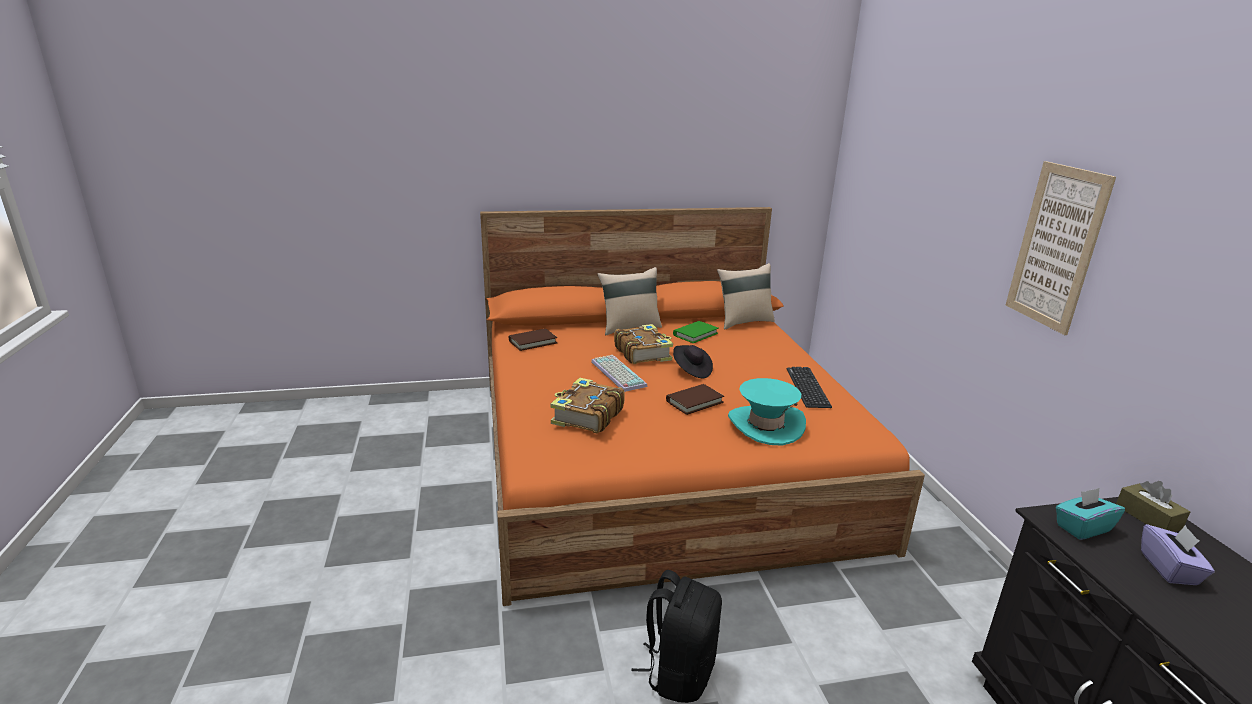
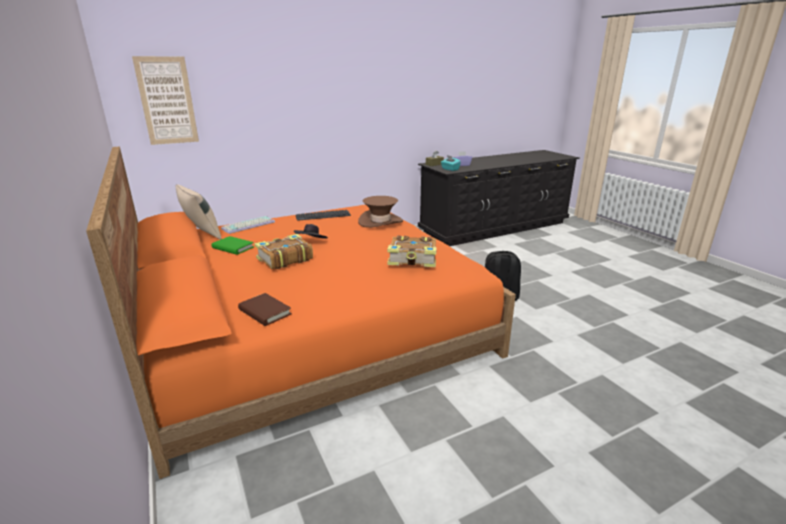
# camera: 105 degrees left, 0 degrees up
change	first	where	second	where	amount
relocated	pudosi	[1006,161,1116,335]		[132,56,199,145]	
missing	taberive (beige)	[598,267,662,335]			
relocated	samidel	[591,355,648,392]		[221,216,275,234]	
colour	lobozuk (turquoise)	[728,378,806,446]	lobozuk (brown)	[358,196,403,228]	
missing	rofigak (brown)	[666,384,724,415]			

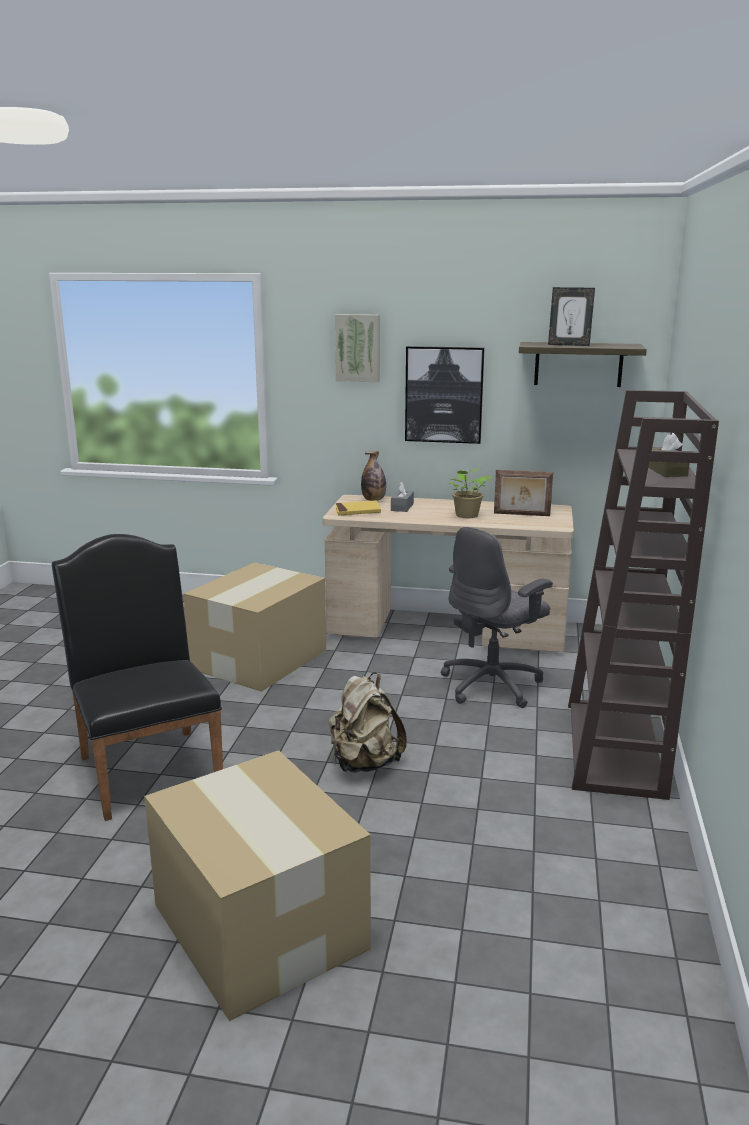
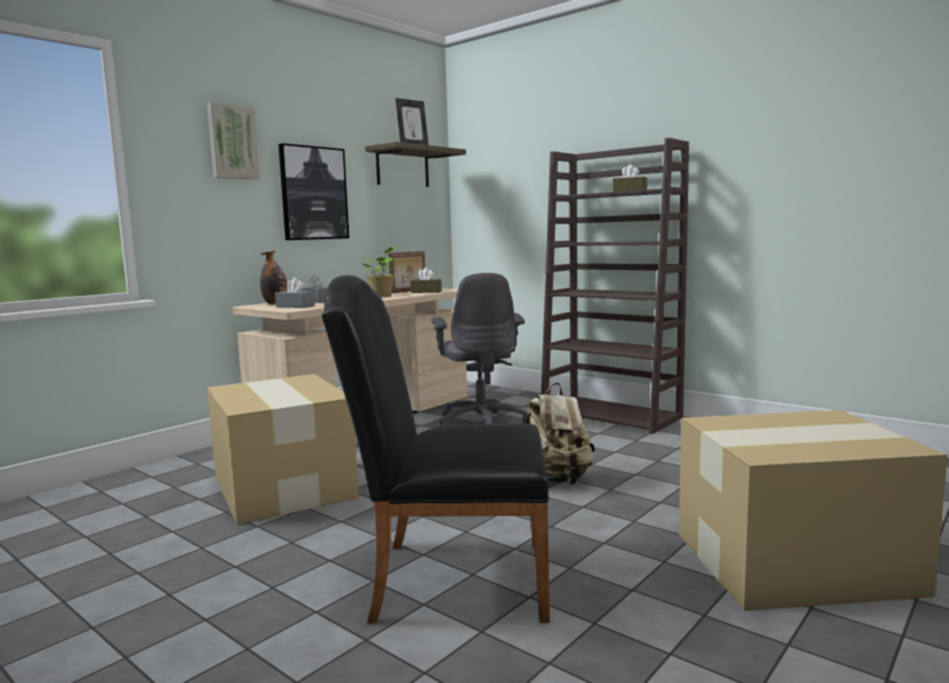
# camera: 60 degrees left, 10 degrees down
change	first	where	second	where	amount
exchanged	rofigak (yellow)	[335,501,381,516]	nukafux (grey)	[275,277,315,308]	
appeared			nukafux (brown)	[410,267,442,293]	

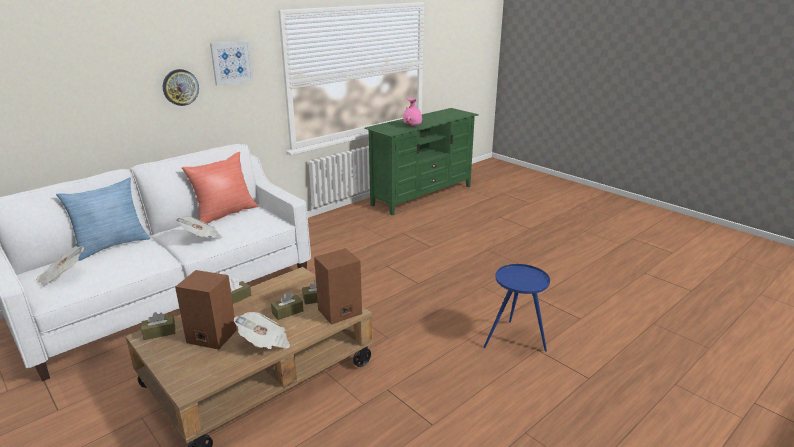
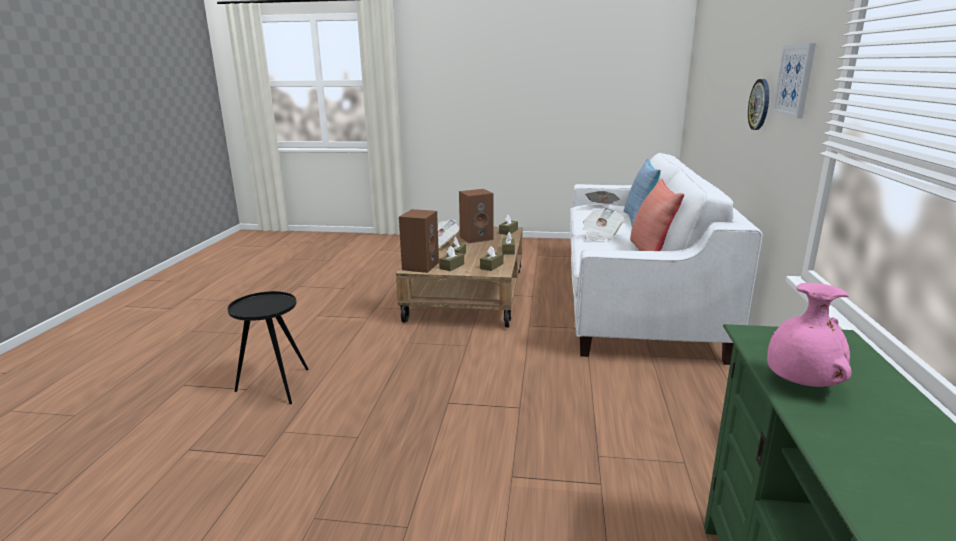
# camera: 140 degrees right, 5 degrees down
change	first	where	second	where	amount
colour	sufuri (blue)	[484,264,550,352]	sufuri (black)	[227,291,308,404]	
appeared			nukafux (brown)	[480,246,504,271]	

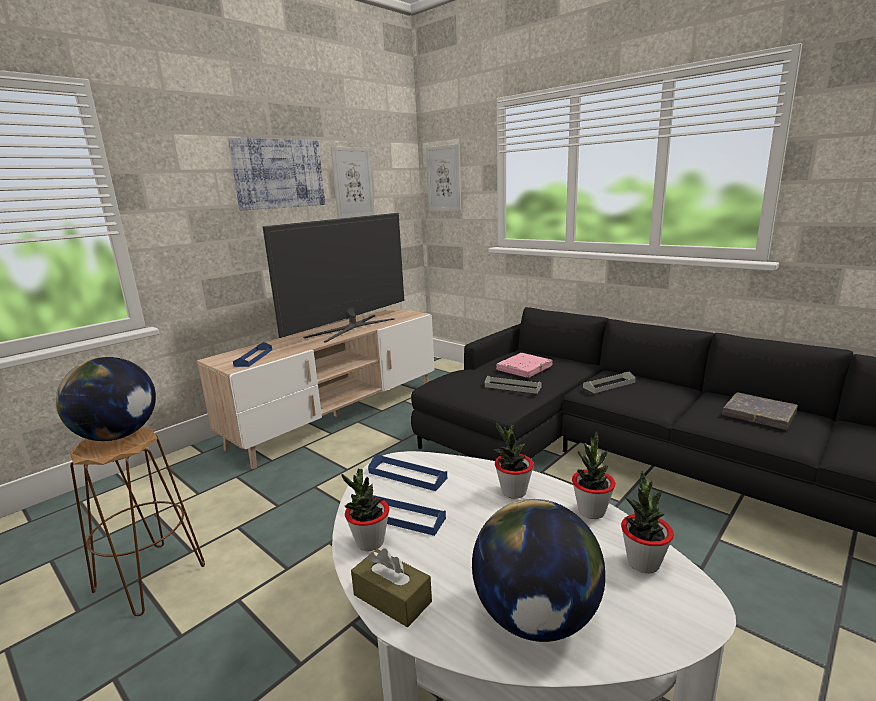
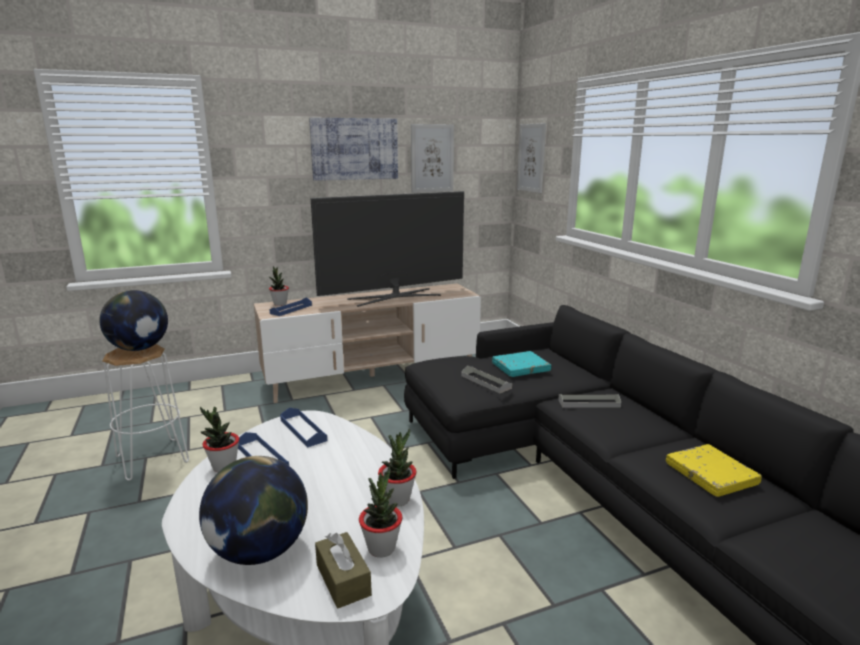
# camera: 25 degrees right, 0 degrees up
change	first	where	second	where	amount
colour	rofigak (pink)	[496,353,553,378]	rofigak (turquoise)	[492,351,551,377]	
colour	rofigak (grey)	[722,393,798,430]	rofigak (yellow)	[666,444,762,497]	
relocated	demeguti	[494,423,534,499]		[269,266,289,306]	
colour	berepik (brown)	[70,427,205,616]	berepik (white)	[103,344,189,481]	
relocated	nukafux (brown)	[351,549,432,627]		[315,532,372,609]	

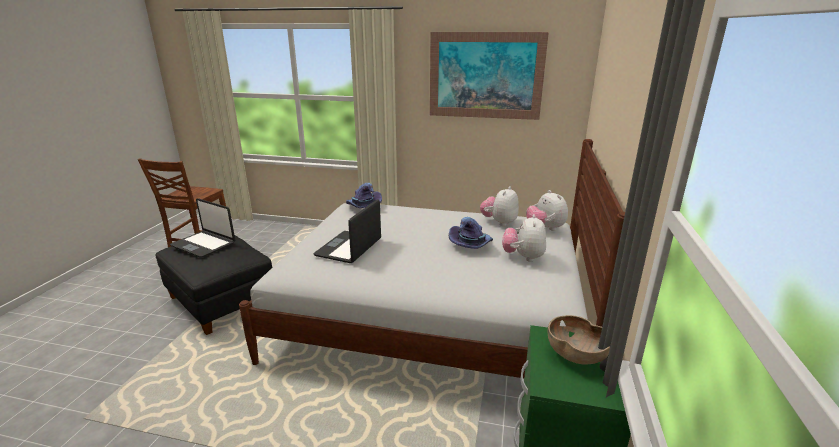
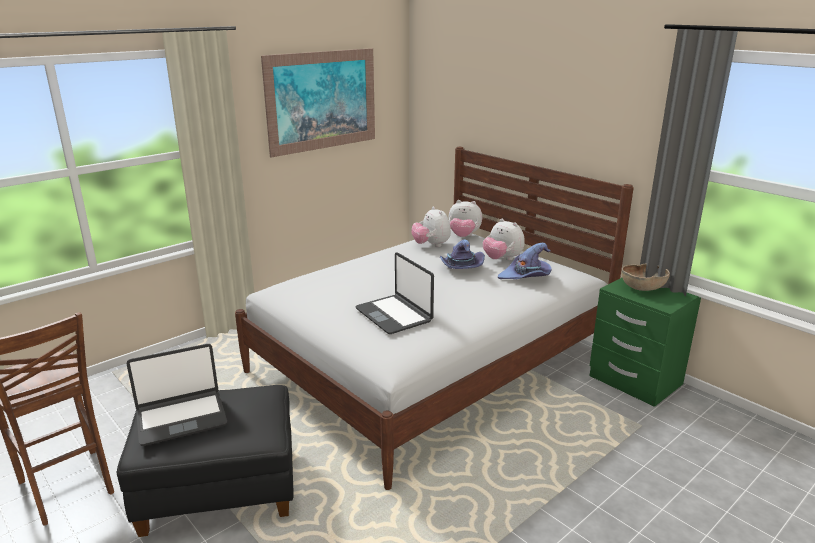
# camera: 55 degrees left, 0 degrees up
change	first	where	second	where	amount
relocated	lobozuk (purple)	[346,183,382,208]		[498,243,552,279]	

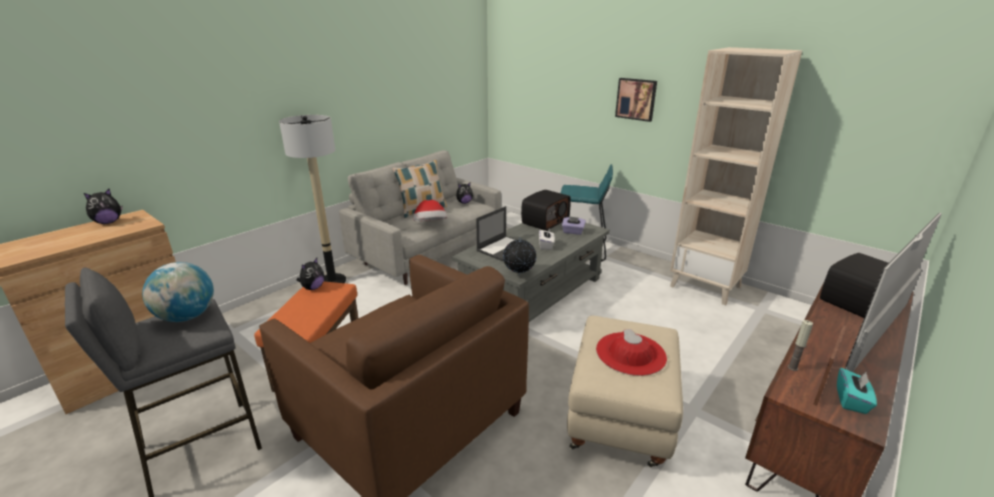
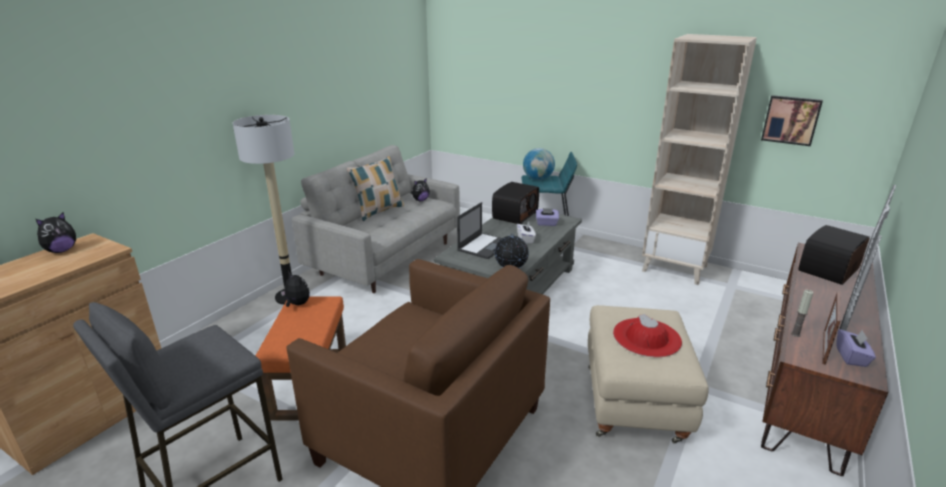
# camera: 10 degrees left, 0 degrees up
change	first	where	second	where	amount
relocated	pudosi	[615,78,657,122]		[761,95,823,146]	
missing	lobozuk	[413,200,447,221]			
spun	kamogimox	[297,258,324,290]		[281,271,310,307]	75 degrees counterclockwise
relocated	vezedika	[142,262,214,322]		[523,148,555,180]	
colour	nukafux (turquoise)	[837,368,877,414]	nukafux (purple)	[836,329,876,367]	

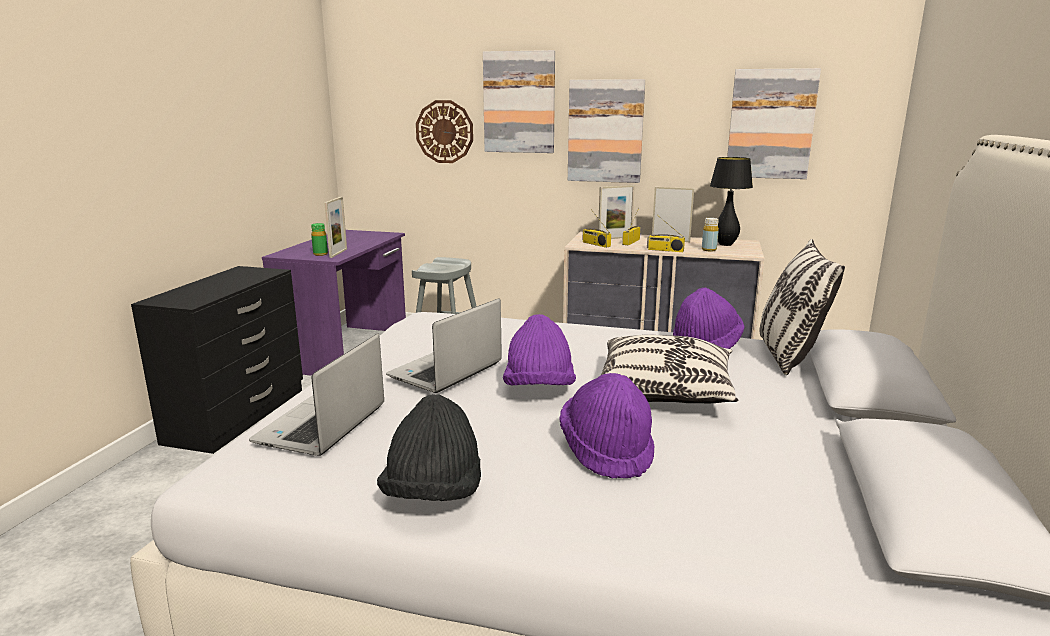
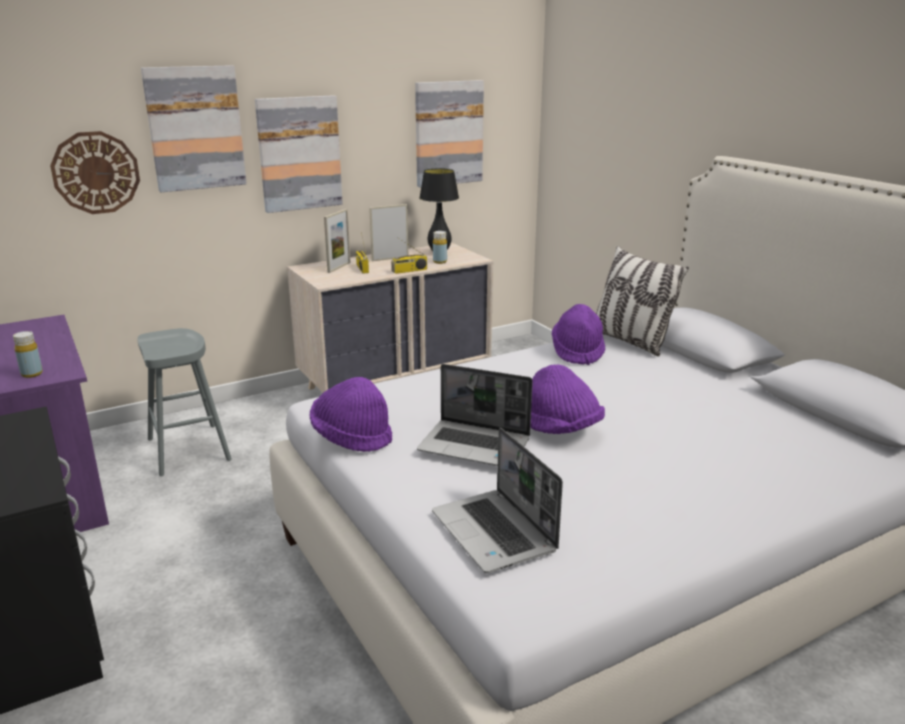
# camera: 45 degrees left, 5 degrees up
change	first	where	second	where	amount
missing	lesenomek	[324,197,347,258]			
missing	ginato	[582,209,611,248]			
colour	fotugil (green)	[311,223,328,256]	fotugil (yellow)	[13,331,43,378]	
spun	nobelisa	[386,299,502,393]		[417,364,533,466]	60 degrees counterclockwise
missing	taberive	[600,335,738,403]			
relocated	lobozuk (purple)	[559,373,655,478]		[309,377,392,452]	
missing	lobozuk (black)	[377,394,481,501]			

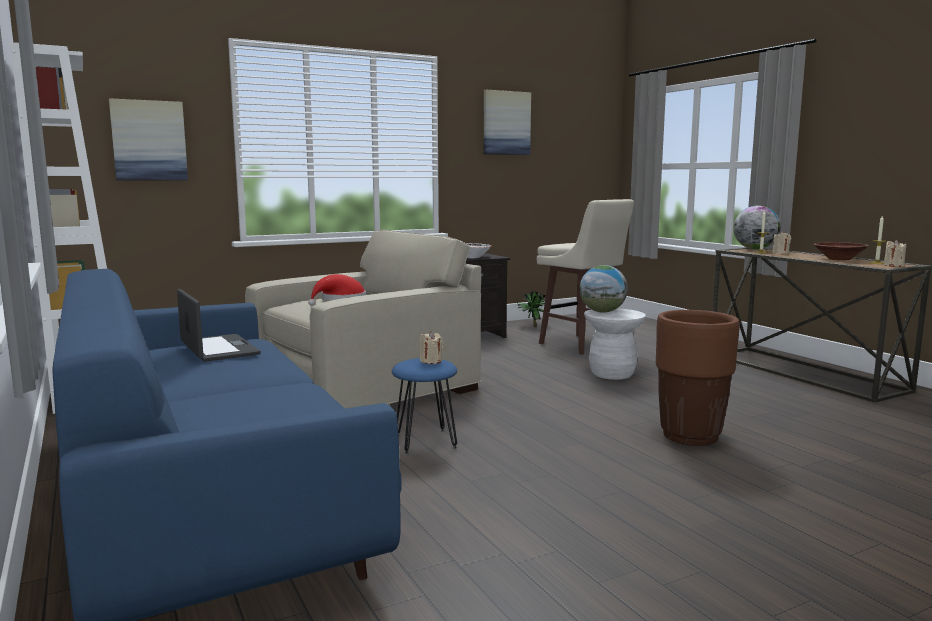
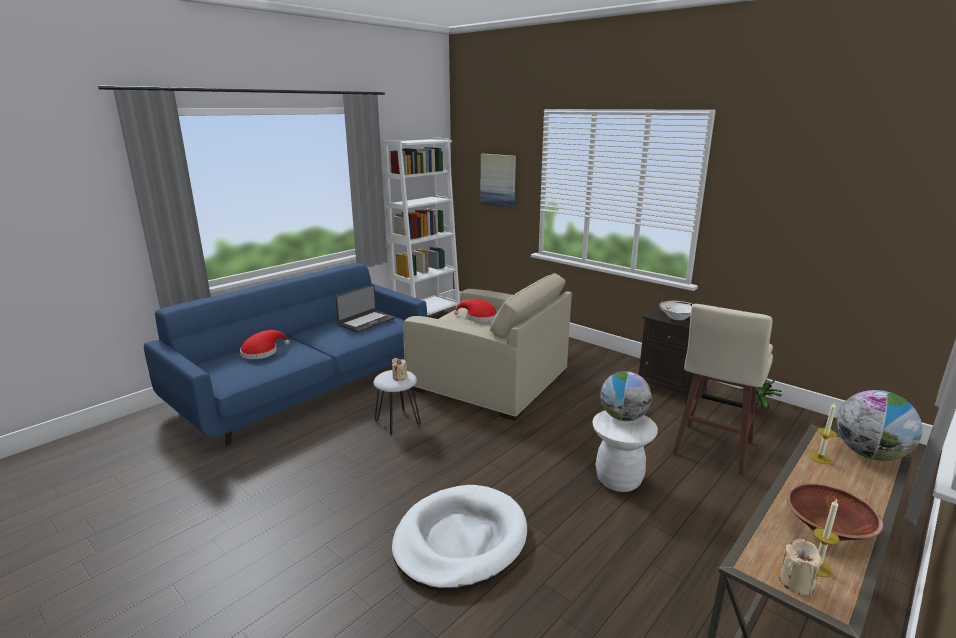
# camera: 70 degrees right, 10 degrees up
change	first	where	second	where	amount
missing	pudosi	[484,90,531,155]			
missing	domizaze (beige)	[772,231,791,254]			
exchanged	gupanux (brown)	[656,310,740,446]	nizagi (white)	[392,485,527,591]	
colour	berepik (blue)	[392,358,457,454]	berepik (white)	[373,370,421,436]	
appeared			lobozuk (red)	[240,330,290,359]	

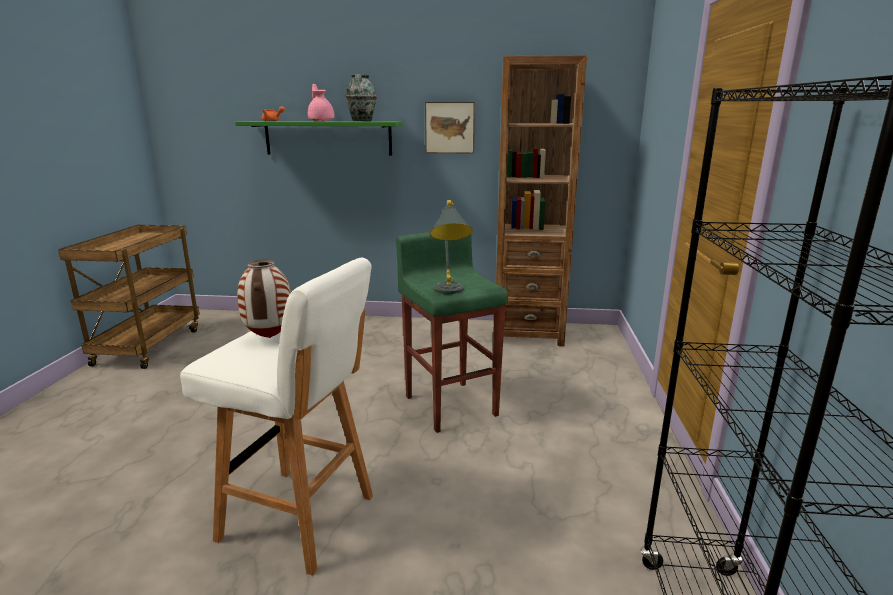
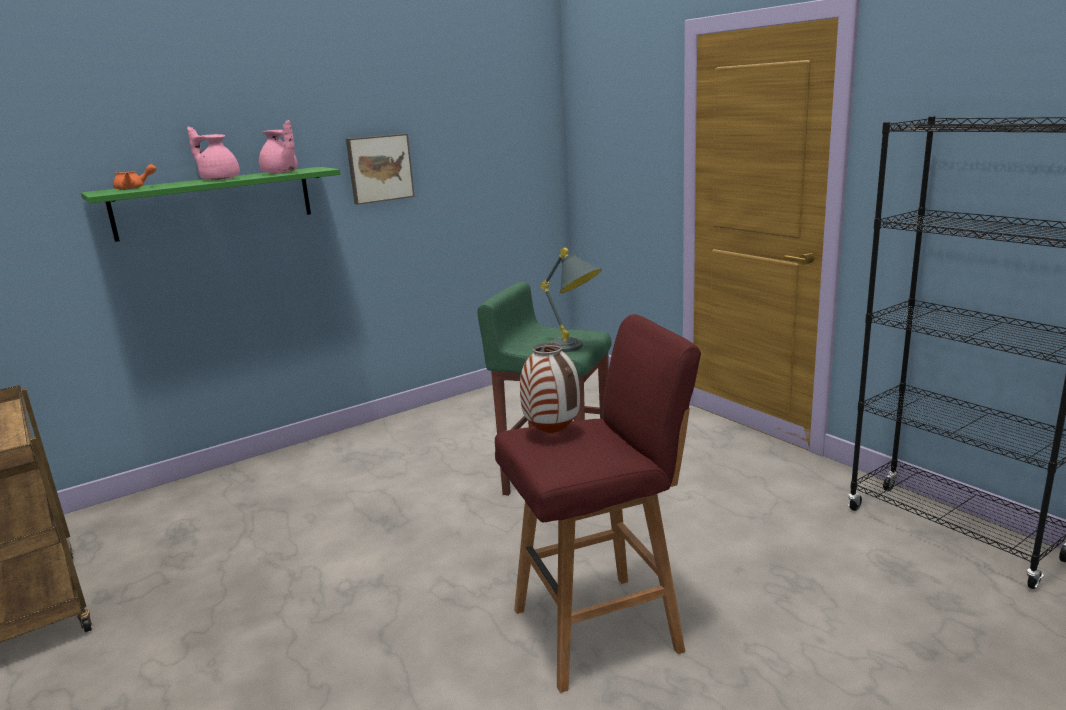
# camera: 40 degrees left, 0 degrees up
change	first	where	second	where	amount
missing	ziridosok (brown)	[496,55,587,346]			
exchanged	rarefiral	[346,74,377,121]	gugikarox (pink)	[259,120,298,173]	
colour	berepik (white)	[180,258,373,576]	berepik (red)	[495,314,701,693]	

